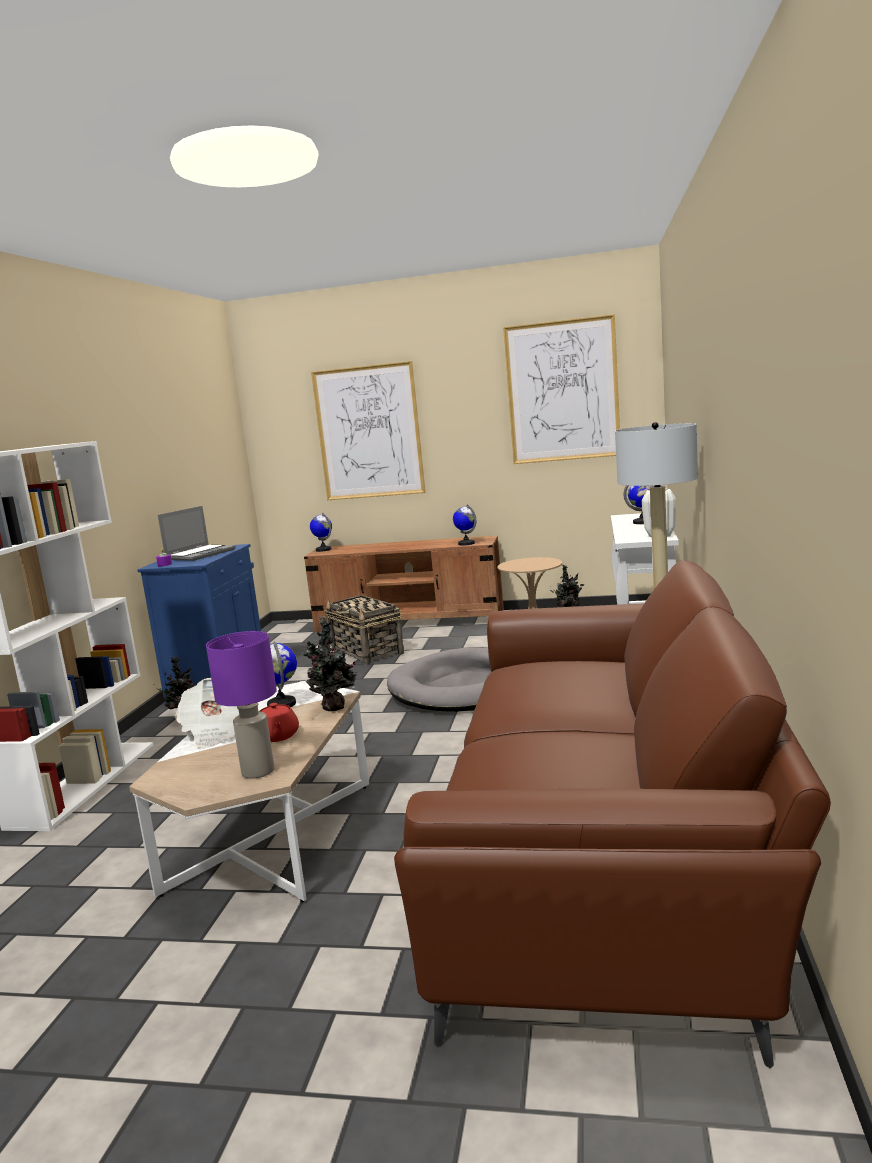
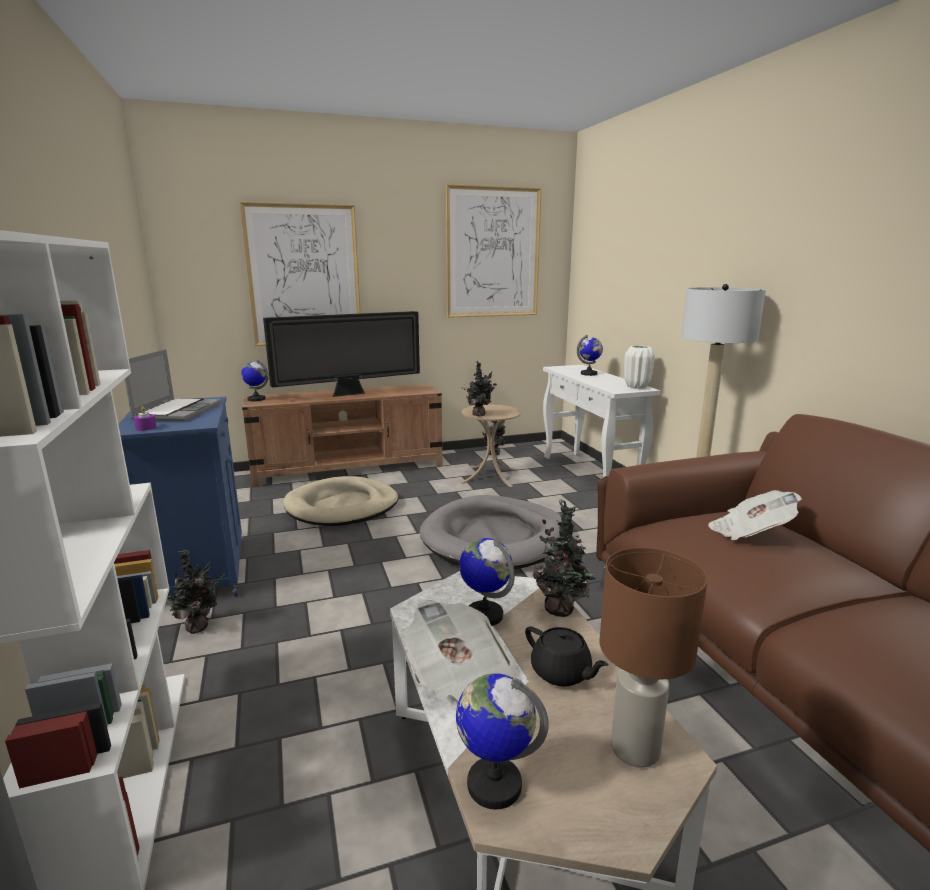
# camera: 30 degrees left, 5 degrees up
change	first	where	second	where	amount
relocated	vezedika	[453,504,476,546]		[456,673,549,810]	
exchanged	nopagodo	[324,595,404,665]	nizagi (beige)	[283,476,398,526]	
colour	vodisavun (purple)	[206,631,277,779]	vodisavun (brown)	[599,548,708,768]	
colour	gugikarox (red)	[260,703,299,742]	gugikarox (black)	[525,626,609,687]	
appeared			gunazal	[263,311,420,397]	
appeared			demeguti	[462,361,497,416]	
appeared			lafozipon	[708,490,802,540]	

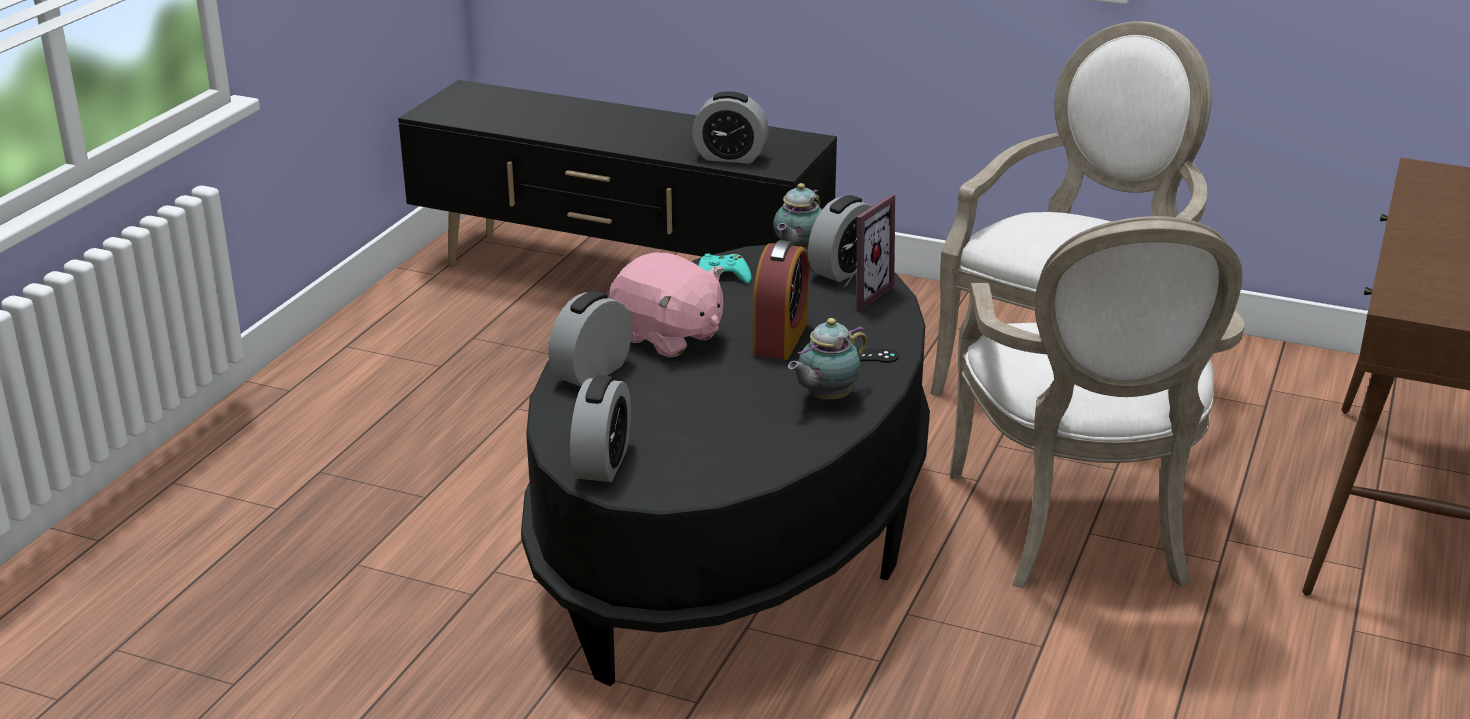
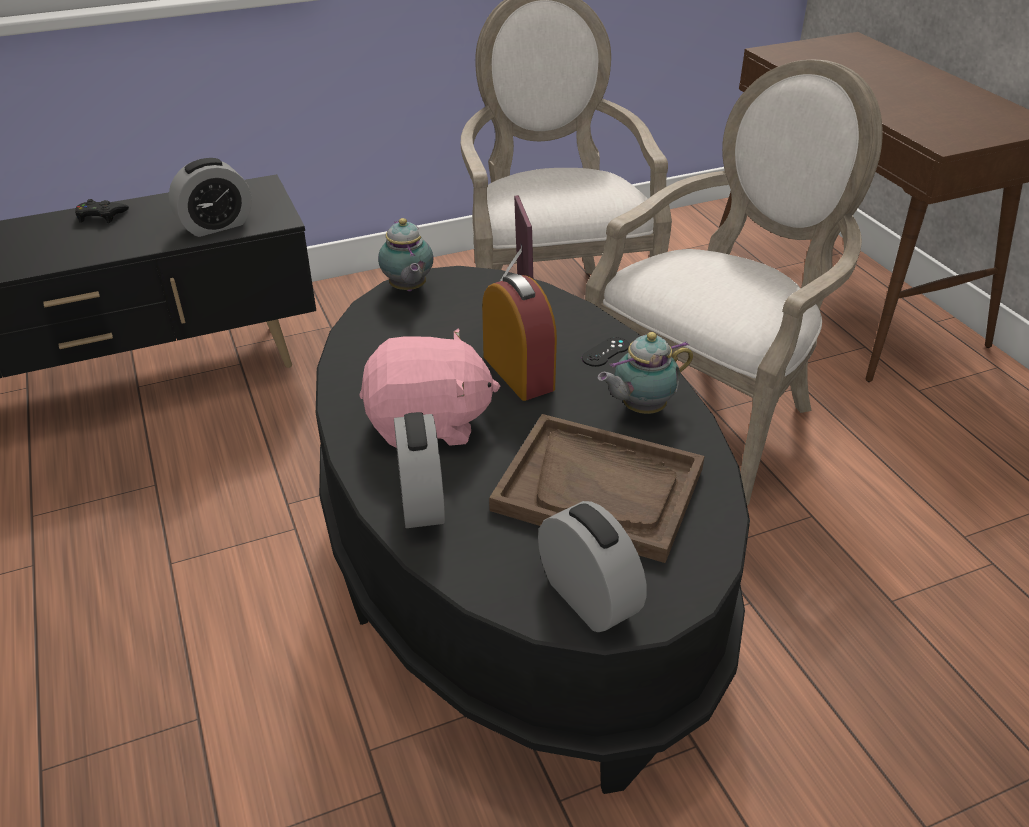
# camera: 45 degrees left, 10 degrees up
change	first	where	second	where	amount
missing	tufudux	[808,195,872,282]			
spun	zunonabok	[949,216,1245,588]		[585,60,883,505]	90 degrees counterclockwise
missing	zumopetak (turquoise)	[698,253,751,283]			
spun	gugikarox	[788,318,868,400]		[598,332,693,414]	60 degrees clockwise
appeared			zumopetak (black)	[75,199,129,223]	
appeared			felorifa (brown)	[489,414,705,563]	

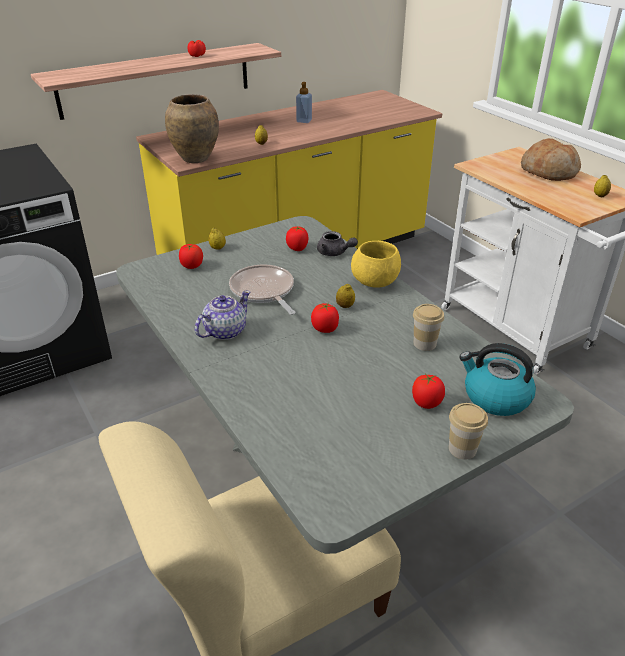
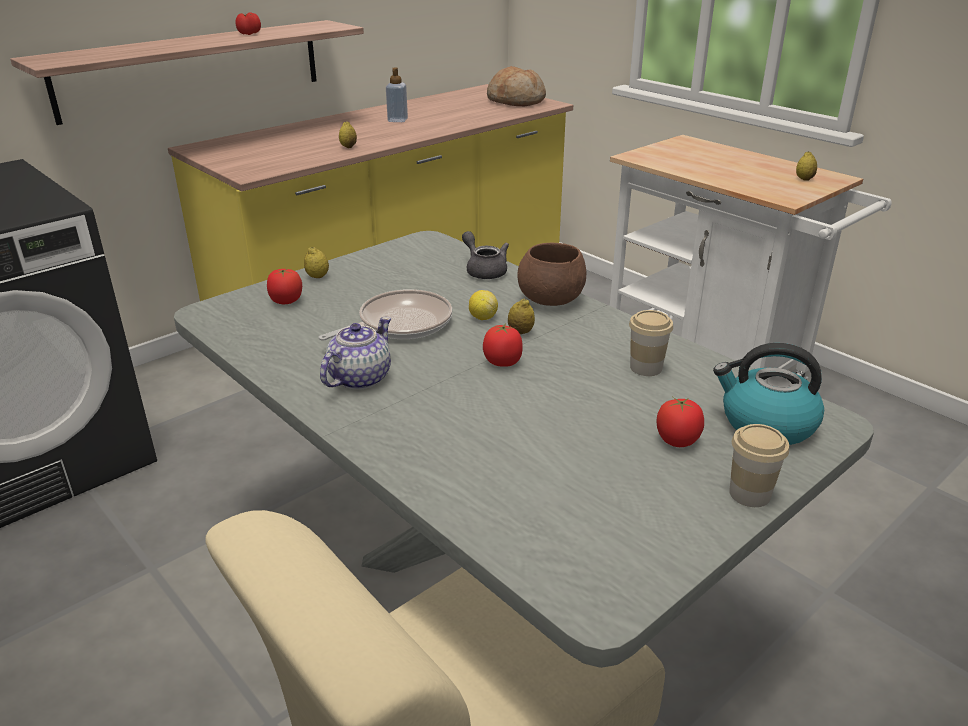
# camera: 10 degrees left, 5 degrees down
change	first	where	second	where	amount
missing	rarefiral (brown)	[165,94,219,163]			
relocated	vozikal	[521,138,581,181]		[487,66,546,106]	
missing	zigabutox	[286,226,309,251]			
spun	gugikarox (grey)	[317,231,358,256]		[462,231,509,279]	150 degrees counterclockwise
colour	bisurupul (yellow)	[351,241,401,288]	bisurupul (brown)	[517,243,586,306]	
spun	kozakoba	[229,265,295,315]		[319,289,452,341]	90 degrees clockwise
appeared			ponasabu	[469,290,498,320]	

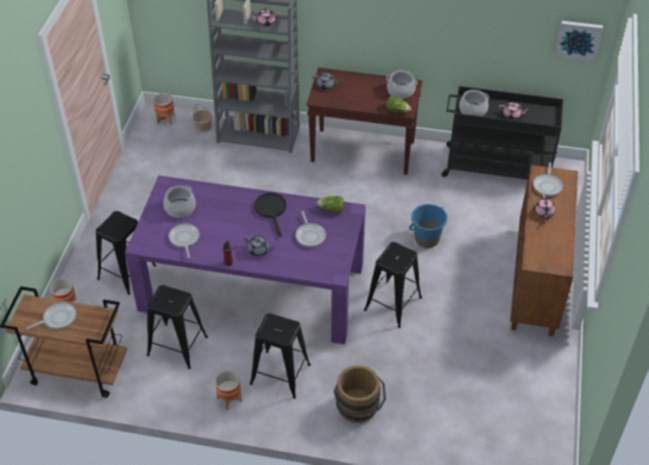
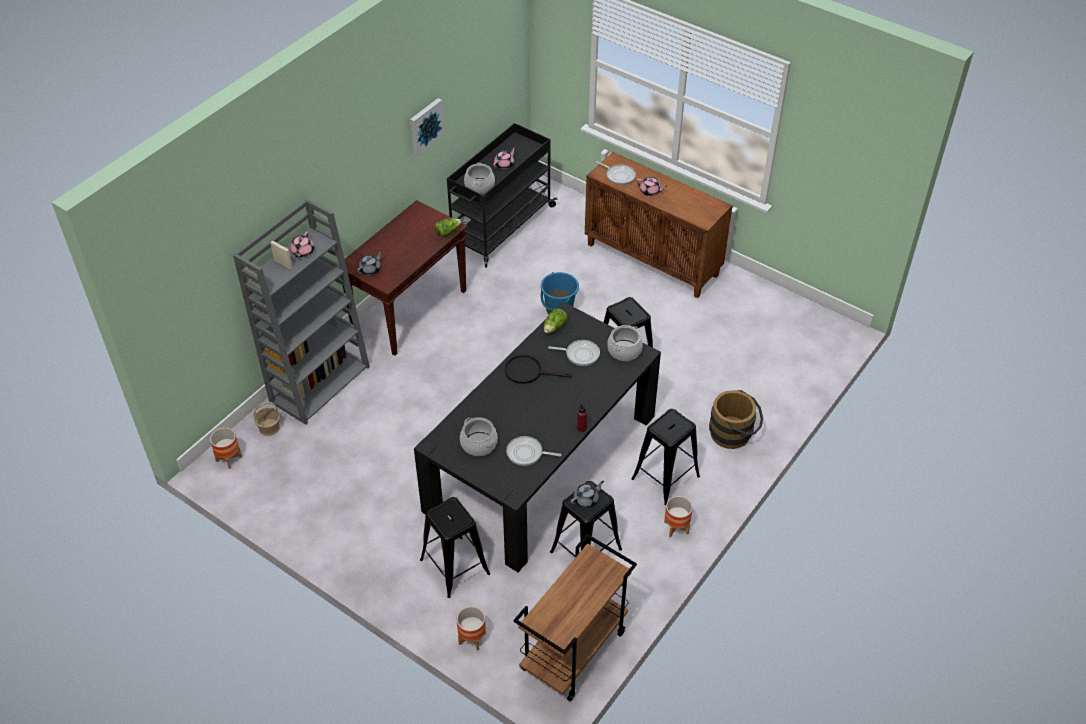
# camera: 65 degrees left, 0 degrees up
change	first	where	second	where	amount
relocated	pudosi	[555,21,603,61]		[410,98,445,156]	
relocated	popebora	[386,70,418,99]		[607,325,643,361]	
colour	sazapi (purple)	[125,175,366,344]	sazapi (black)	[414,302,661,572]	
relocated	gugikarox (grey)	[244,236,274,256]		[570,481,604,508]	
missing	kozakoba	[26,302,76,329]			

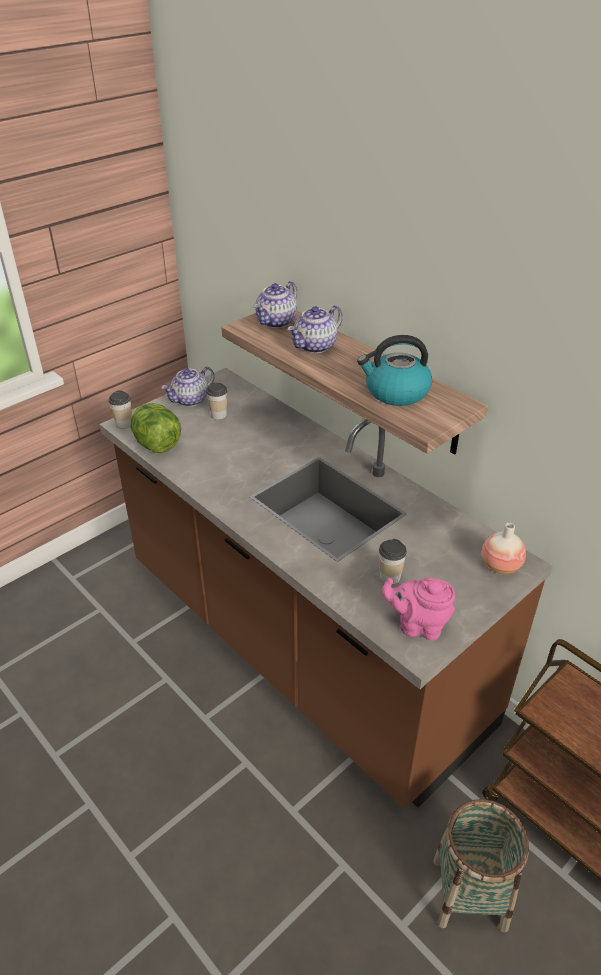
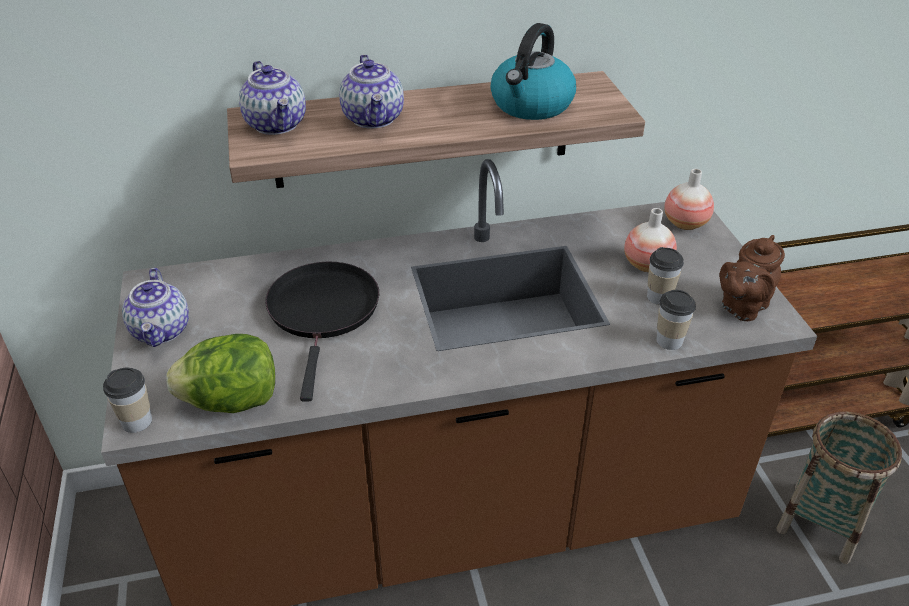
# camera: 60 degrees left, 0 degrees up
change	first	where	second	where	amount
relocated	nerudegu	[206,383,228,420]		[656,290,696,350]	
colour	gugikarox (pink)	[382,578,455,641]	gugikarox (brown)	[719,235,785,321]	
appeared			rarefiral	[624,208,677,272]	
appeared			kozakoba (black)	[265,261,379,401]	

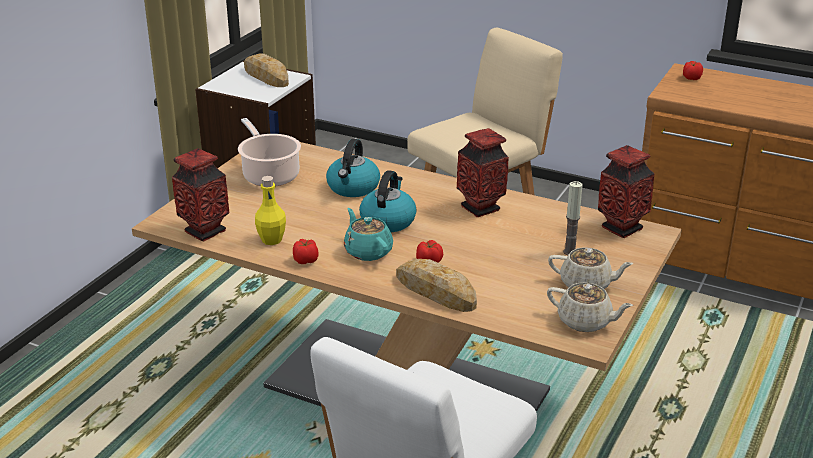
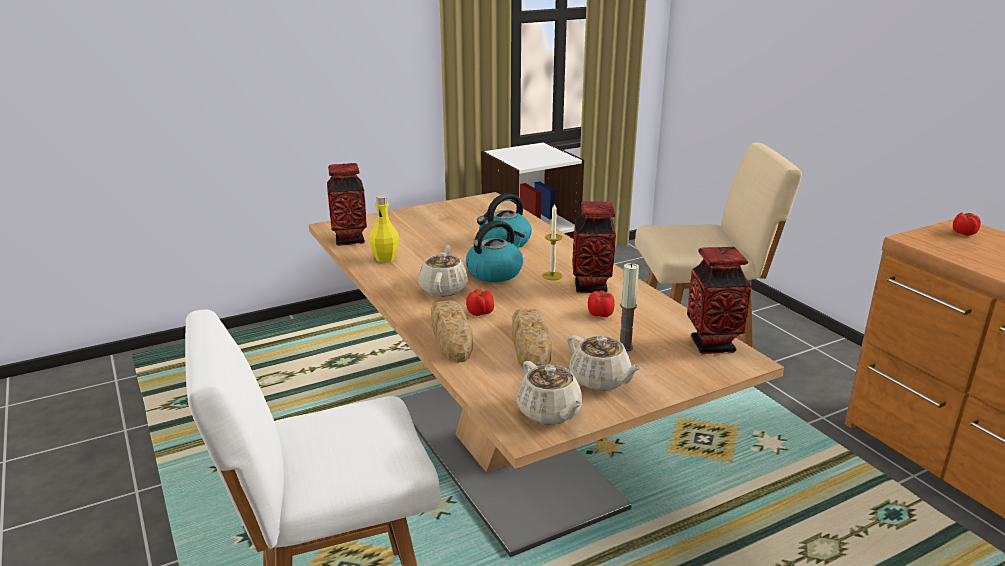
# camera: 35 degrees right, 5 degrees down
change	first	where	second	where	amount
relocated	vozikal	[244,54,289,87]		[512,309,551,369]	
missing	popebora	[238,118,301,186]			
colour	gugikarox (turquoise)	[344,208,393,261]	gugikarox (beige)	[418,245,468,297]	
relocated	zigabutox	[293,239,319,264]		[588,290,615,317]	
appeared			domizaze	[542,203,563,280]	

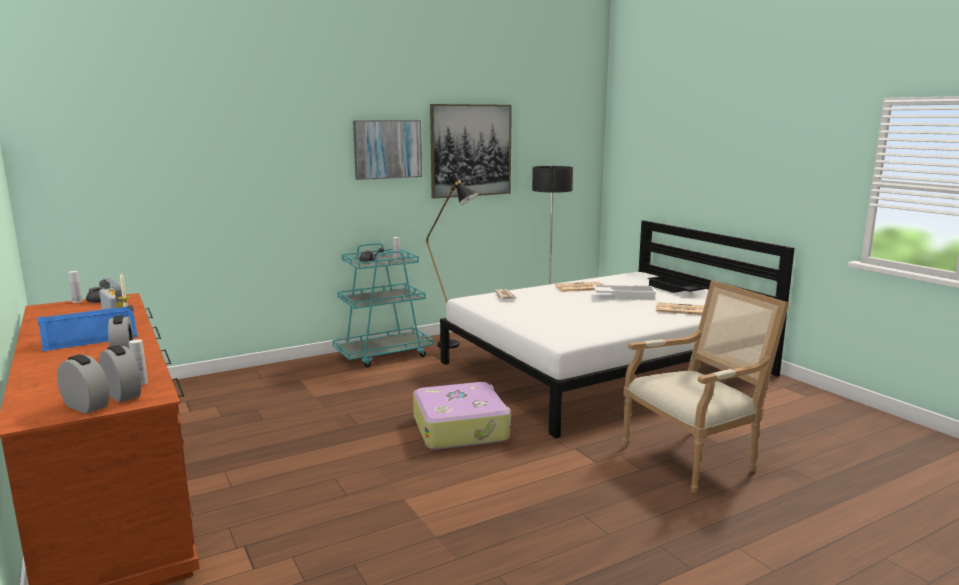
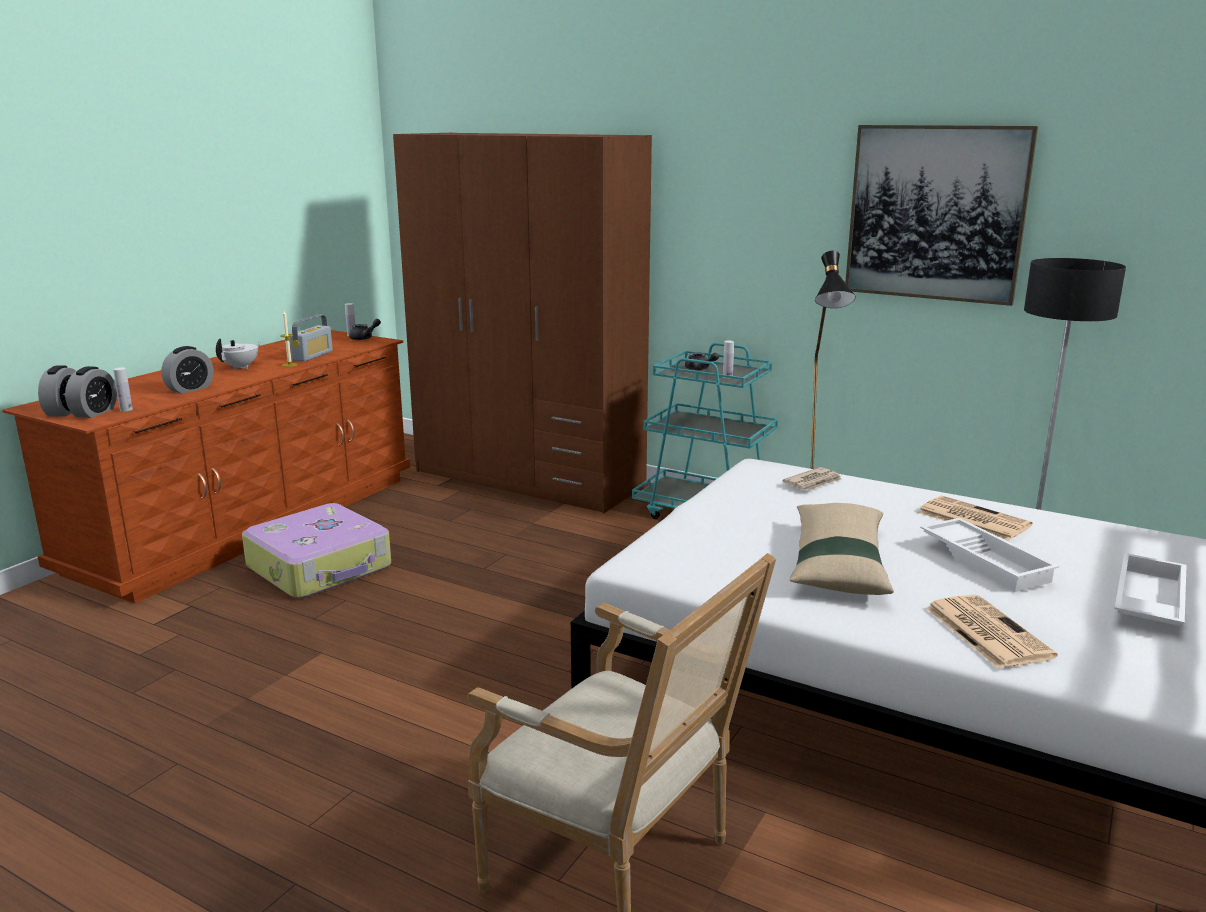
# camera: 60 degrees right, 5 degrees up
change	first	where	second	where	amount
missing	pudosi	[353,120,422,180]			
colour	felorifa (black)	[648,276,707,293]	felorifa (white)	[1114,553,1186,626]	
exchanged	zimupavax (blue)	[37,305,138,351]	gugikarox (white)	[216,338,261,370]	
relocated	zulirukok	[413,382,511,450]		[242,503,391,598]	
appeared			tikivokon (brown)	[393,133,652,513]	
appeared			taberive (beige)	[790,503,894,595]	

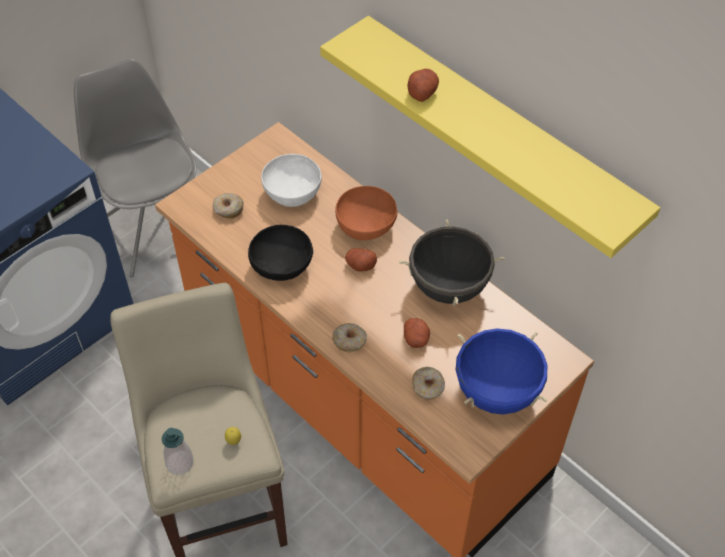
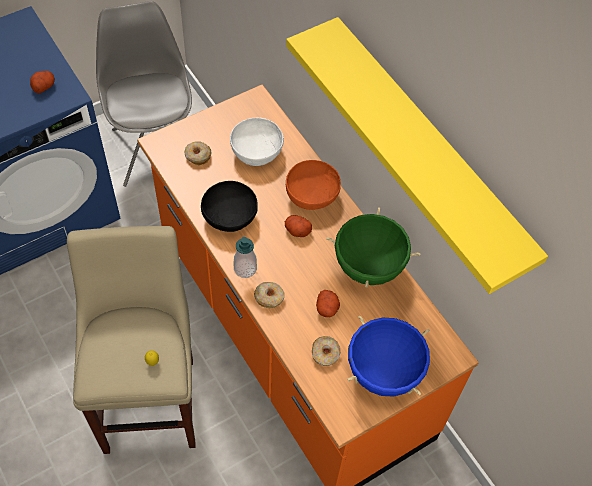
# camera: 10 degrees right, 5 degrees up
change	first	where	second	where	amount
relocated	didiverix	[407,69,439,102]		[30,71,55,93]	
colour	popebora (black)	[399,219,505,306]	popebora (green)	[326,207,420,287]	
relocated	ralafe	[162,428,194,475]		[234,237,257,278]	

